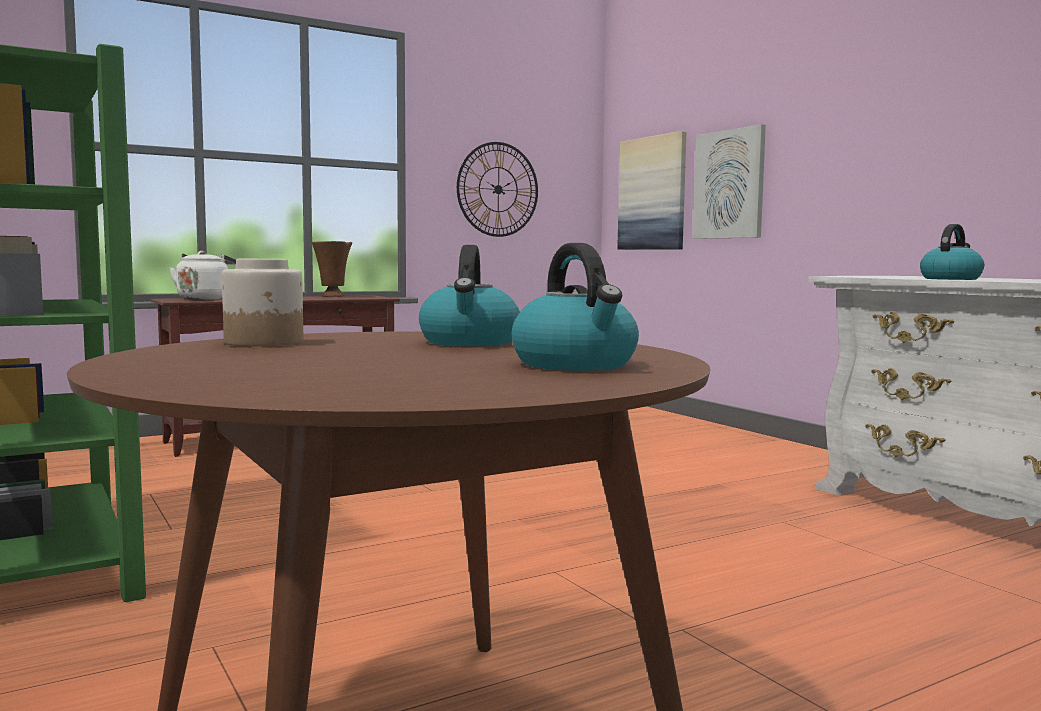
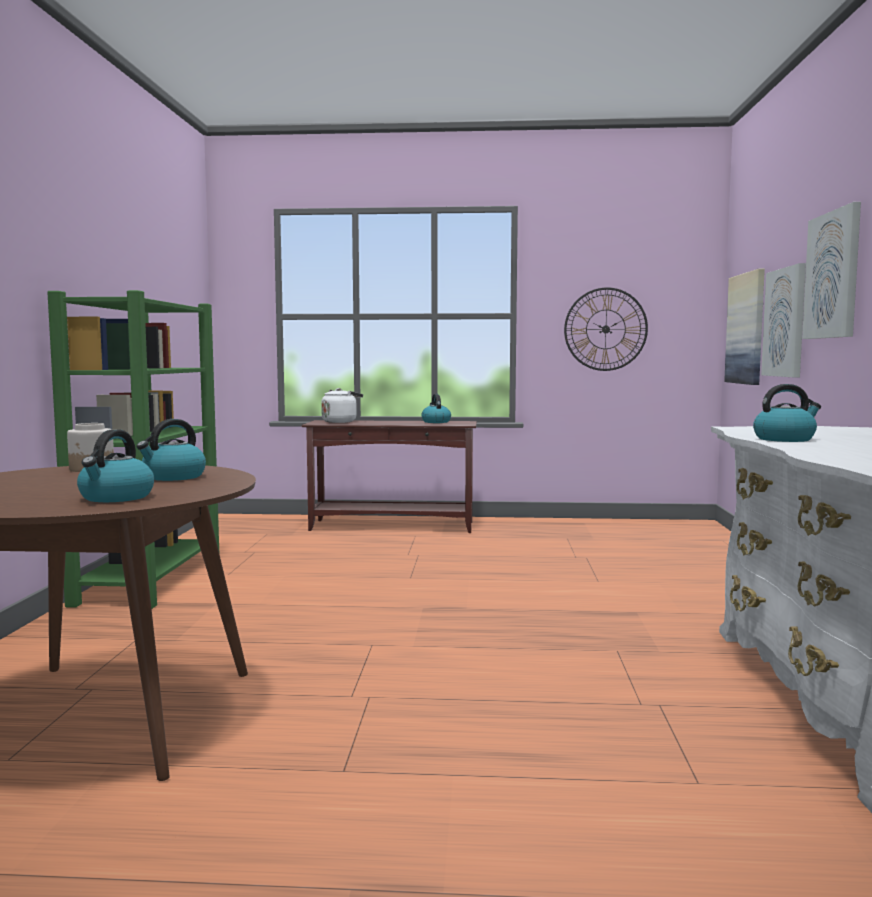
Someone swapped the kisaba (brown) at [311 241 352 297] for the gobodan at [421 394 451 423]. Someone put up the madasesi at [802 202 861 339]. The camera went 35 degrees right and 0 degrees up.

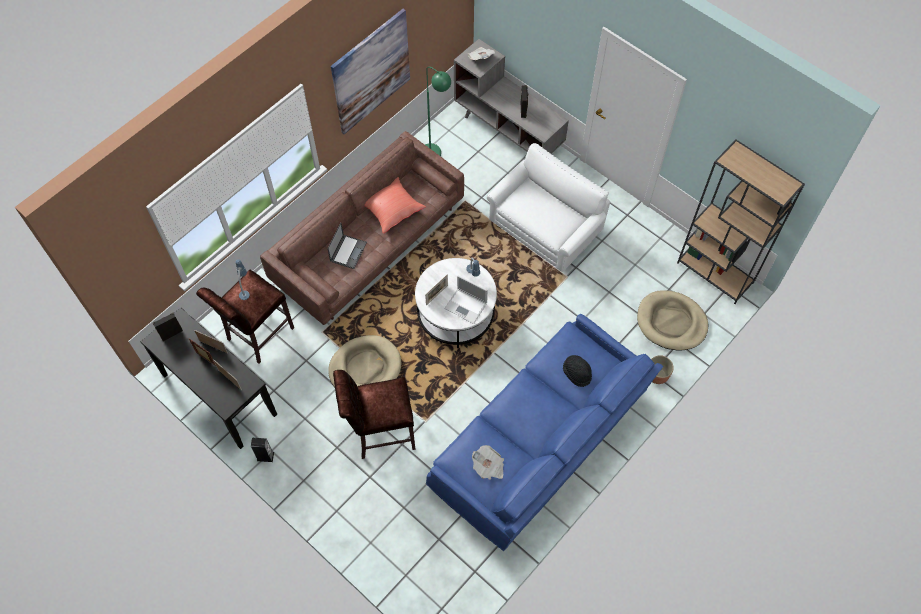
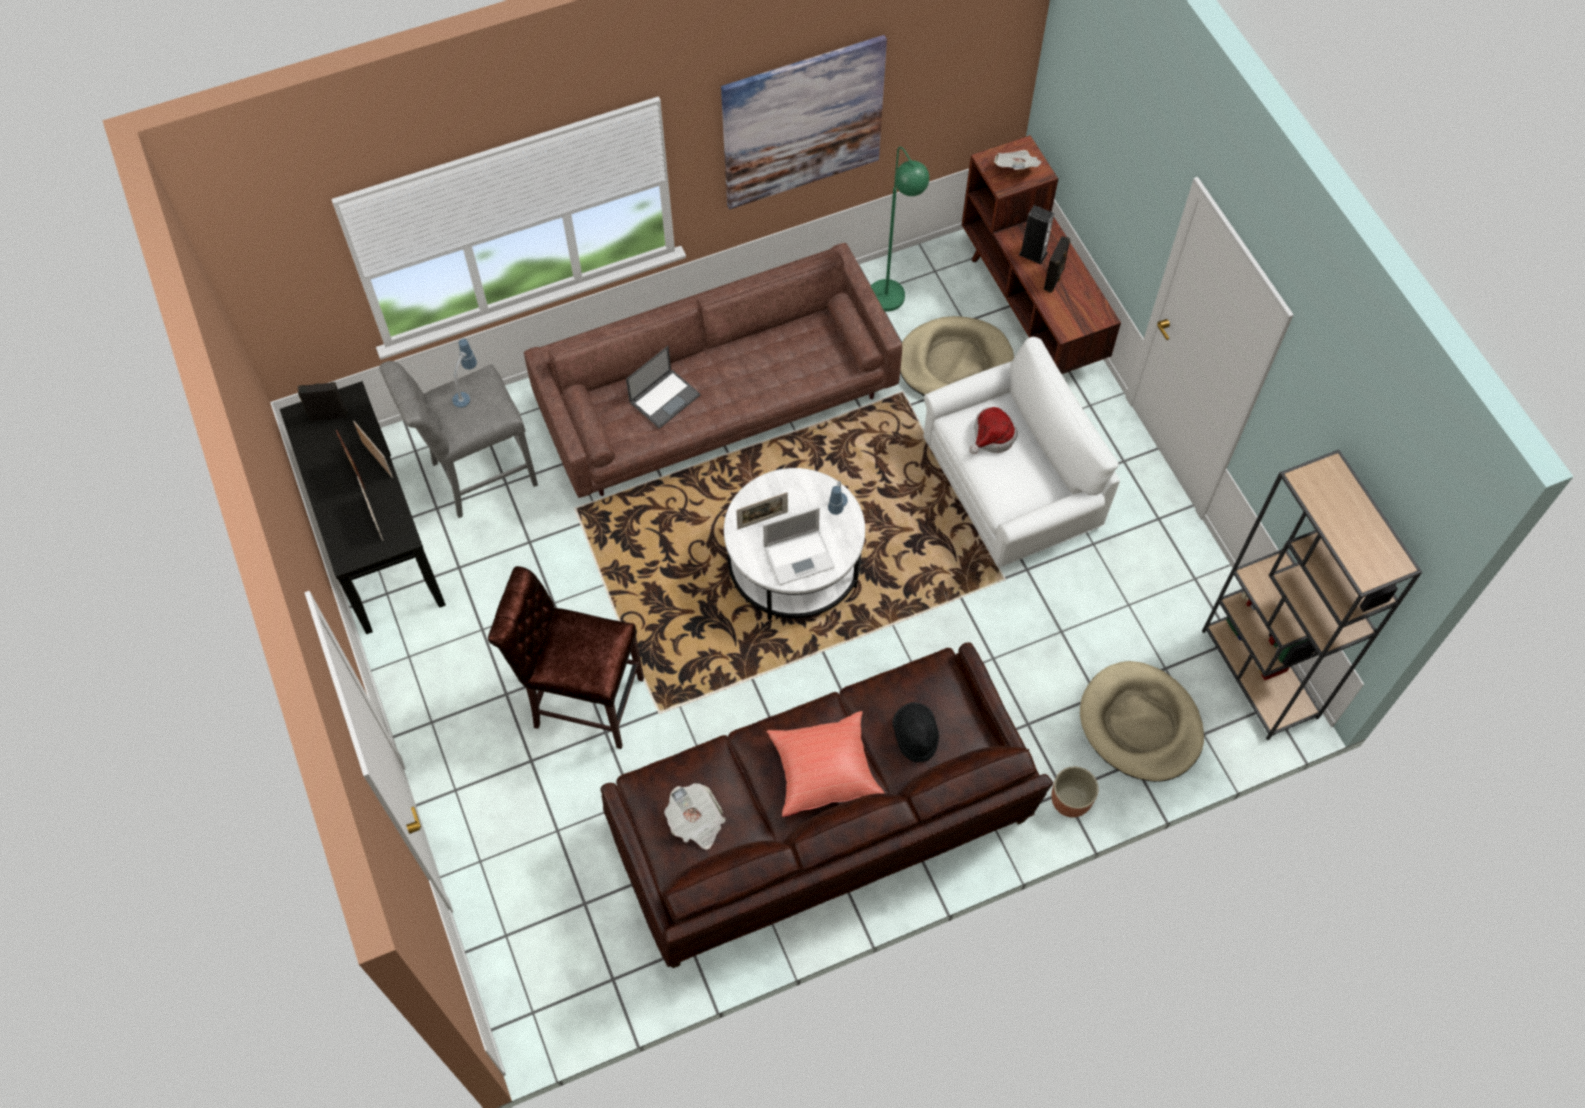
Someone repainted the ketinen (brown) at [196 269 294 364], which became the ketinen (grey) at [379 361 538 518]. Someone repainted the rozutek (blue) at [426 314 663 551], which became the rozutek (brown) at [600 642 1053 968]. Someone rotated the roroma at [444 275 488 324] by 75 degrees counterclockwise. Someone carried the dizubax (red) from [365 177 426 234] to [767 711 884 817]. Someone carried the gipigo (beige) from [328 335 401 387] to [900 316 1014 396]. Someone repainted the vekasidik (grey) at [454 39 569 154], which became the vekasidik (brown) at [962 135 1121 374]. Someone put down the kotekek at [969 407 1018 454]. Someone carried the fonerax from [251 438 274 462] to [1019 205 1054 264]. The camera went 25 degrees right and 0 degrees up.

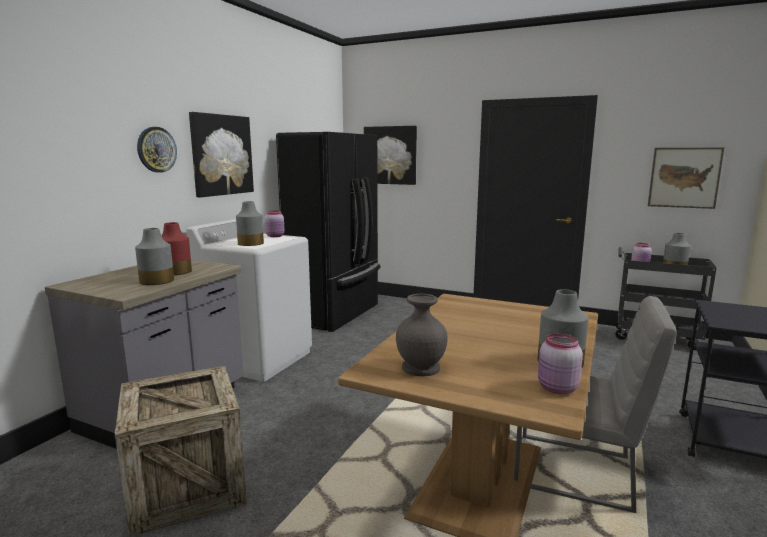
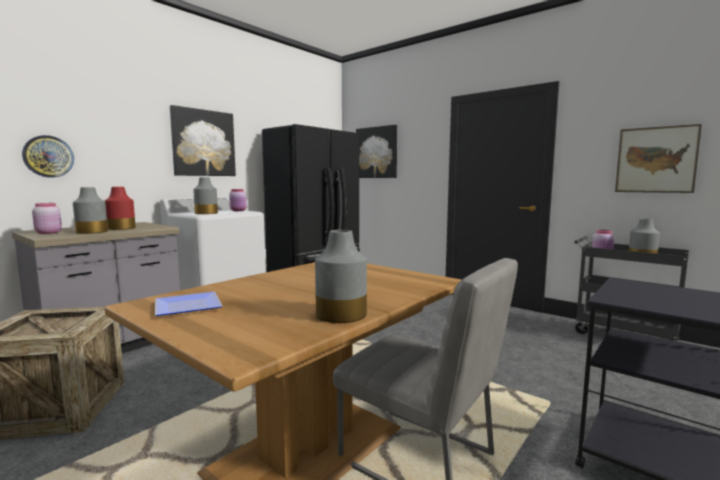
Someone carried the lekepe from [137 127 177 173] to [22 135 74 178]. Someone carried the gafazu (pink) from [538 333 583 394] to [32 203 62 234]. Someone swapped the kisaba (grey) at [396 294 448 376] for the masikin at [155 292 222 316]. The camera went 15 degrees right and 5 degrees down.

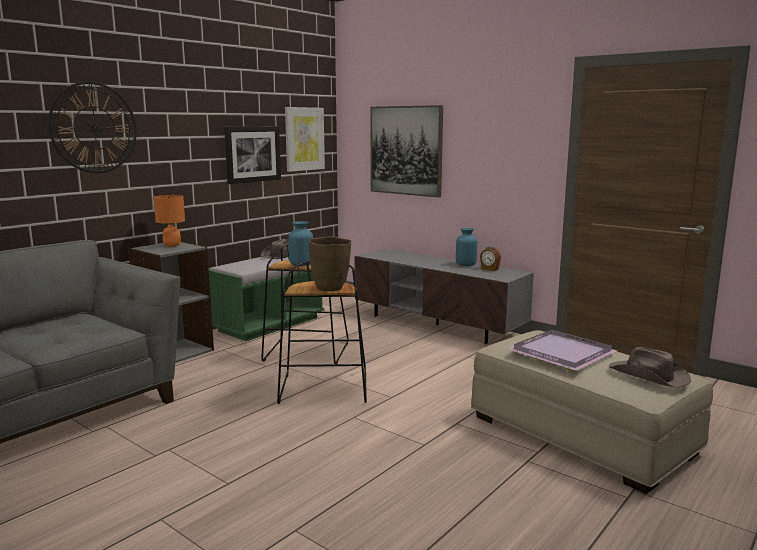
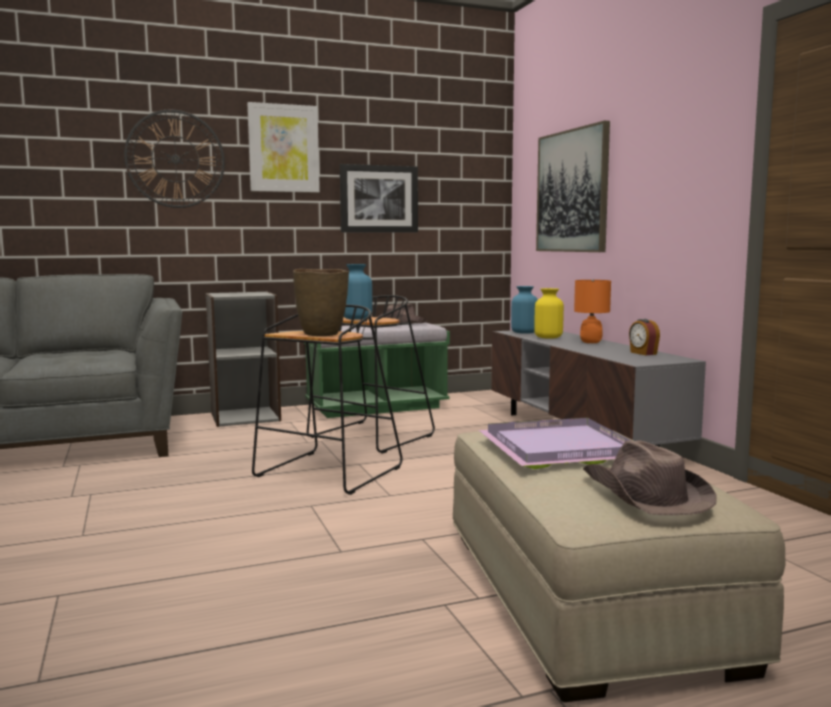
Someone carried the madasesi from [285 107 325 172] to [247 102 320 193]. Someone carried the kisaba (blue) from [456 228 477 266] to [511 286 538 334]. Someone put down the kisaba (yellow) at [534 288 564 339]. Someone carried the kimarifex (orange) from [153 195 185 247] to [574 280 611 343]. The camera went 30 degrees right and 5 degrees down.

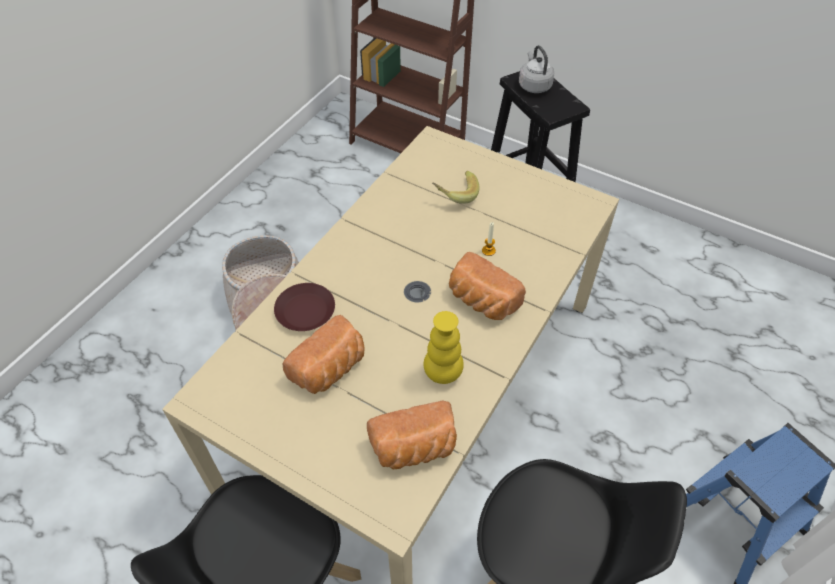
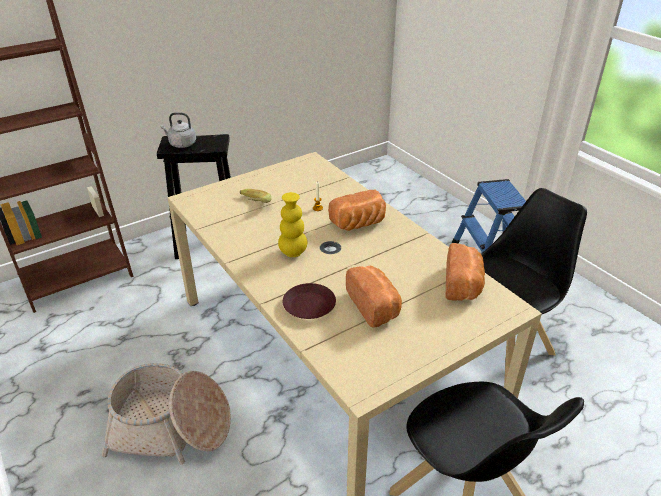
Someone carried the kisaba (yellow) from [424 311 464 384] to [278 192 307 257]. The camera went 65 degrees left and 15 degrees down.

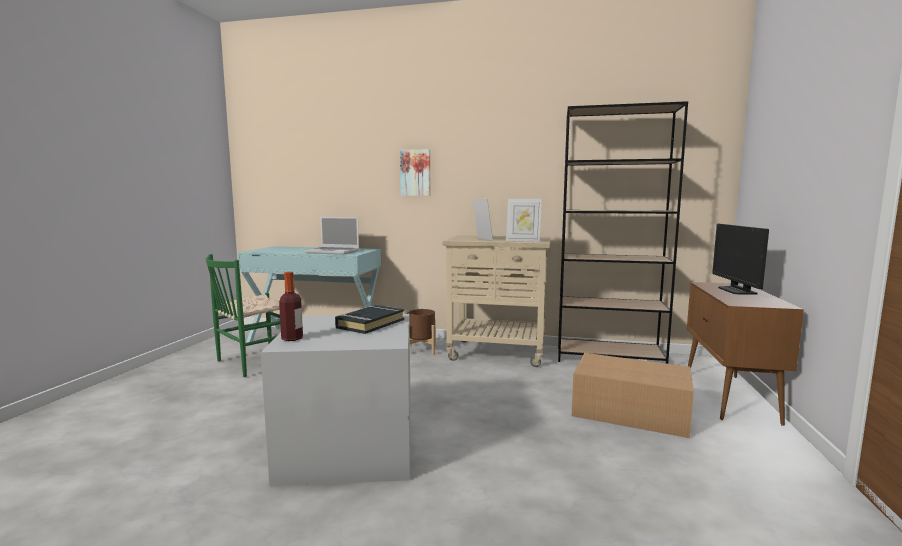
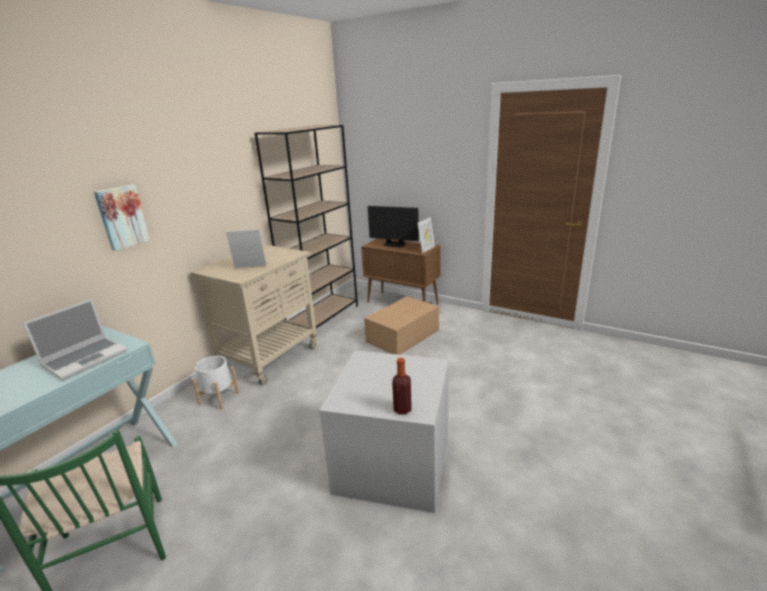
Someone repainted the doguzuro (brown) at [407 309 436 355], which became the doguzuro (white) at [192 356 240 410]. Someone carried the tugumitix from [506 199 542 242] to [418 217 435 253]. Someone took away the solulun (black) at [335 305 405 334]. The camera went 70 degrees left and 15 degrees up.

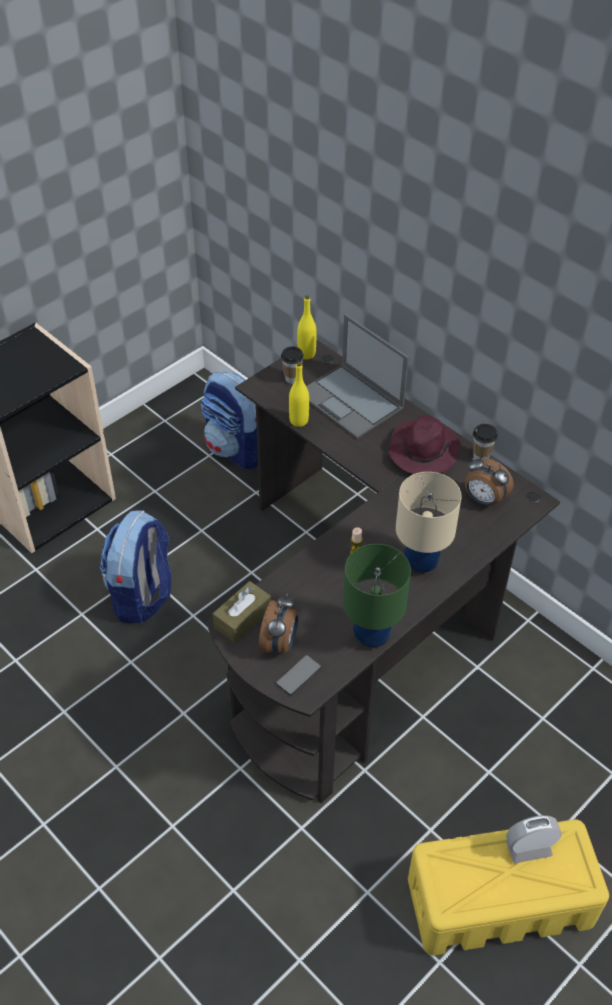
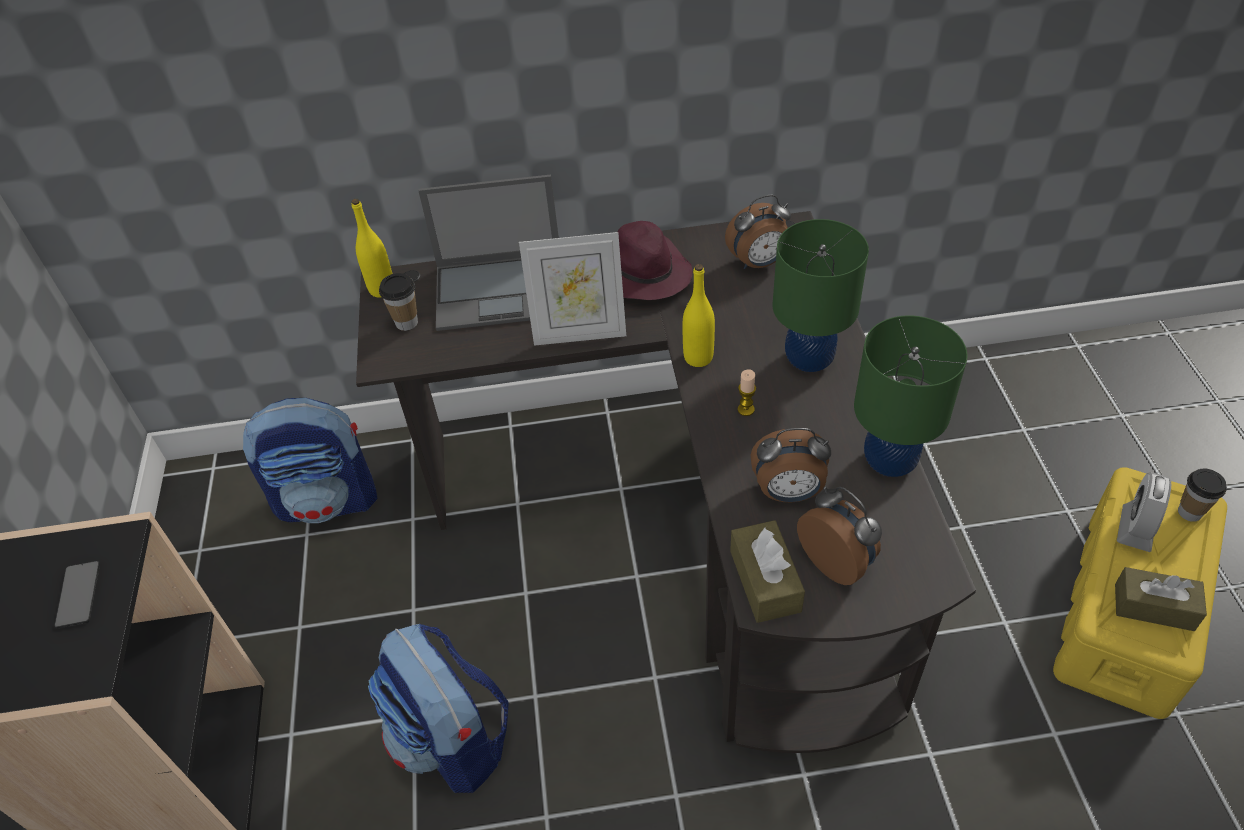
Someone carried the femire from [276 655 321 695] to [54 561 100 629]. Someone put down the tugumitix at [519 232 626 346]. Someone carried the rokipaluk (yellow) from [289 362 309 427] to [682 264 715 367]. Someone put down the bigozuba at [750 428 831 502]. Someone repainted the kimarifex (beige) at [396 472 461 573], which became the kimarifex (green) at [773 219 869 372]. Someone put down the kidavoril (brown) at [1115 567 1207 631]. Someone carried the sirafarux from [473 424 498 459] to [1178 469 1227 522]. The camera went 50 degrees left and 0 degrees up.

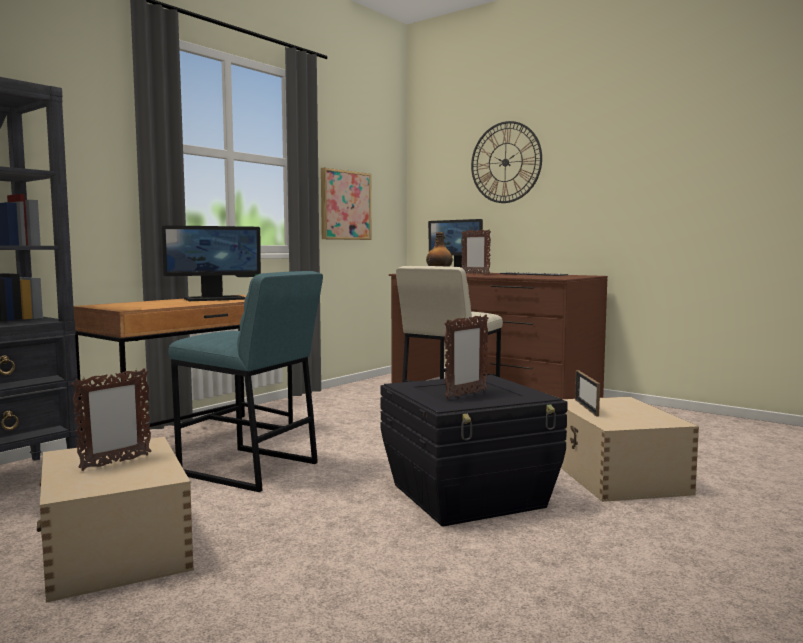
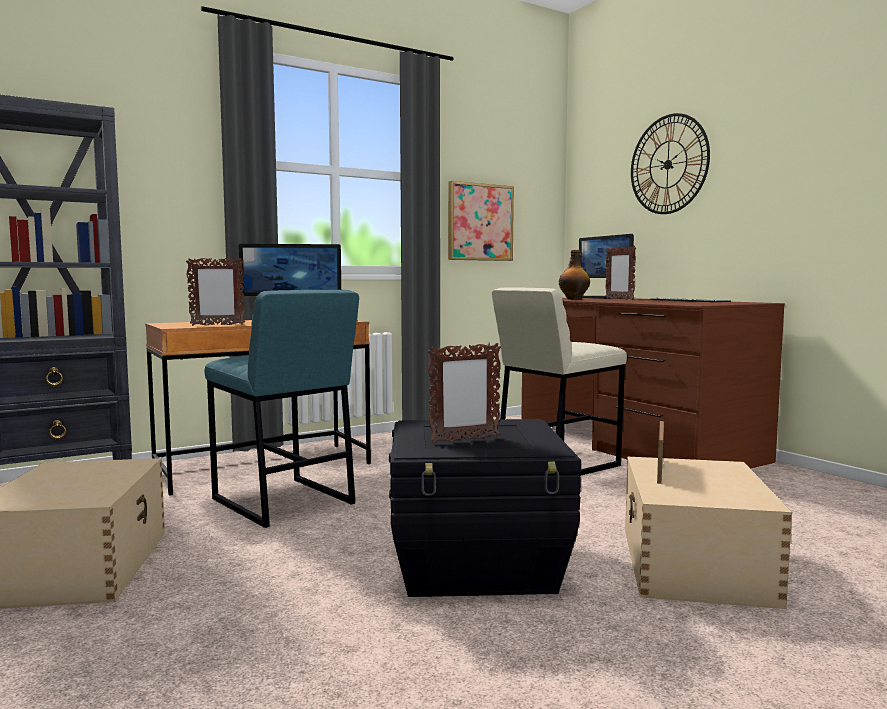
Someone carried the tugumitix from [72 368 151 471] to [186 258 245 326]. The camera went 20 degrees right and 0 degrees up.

